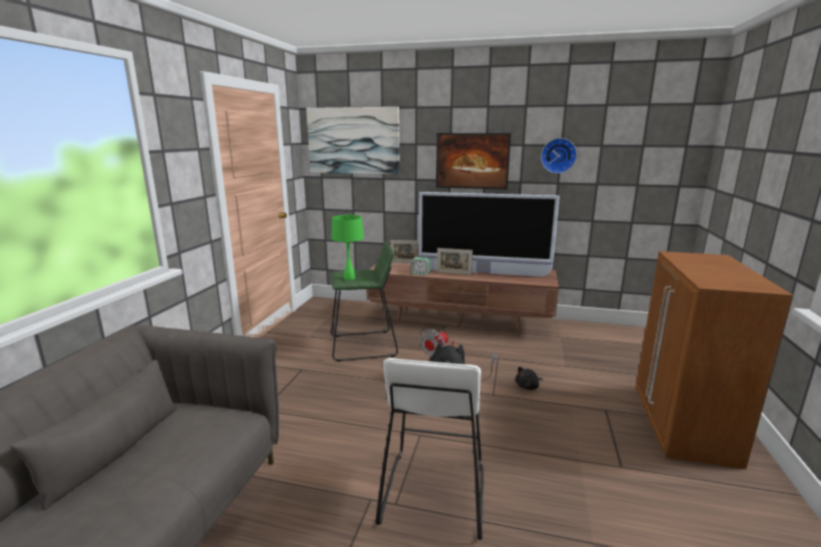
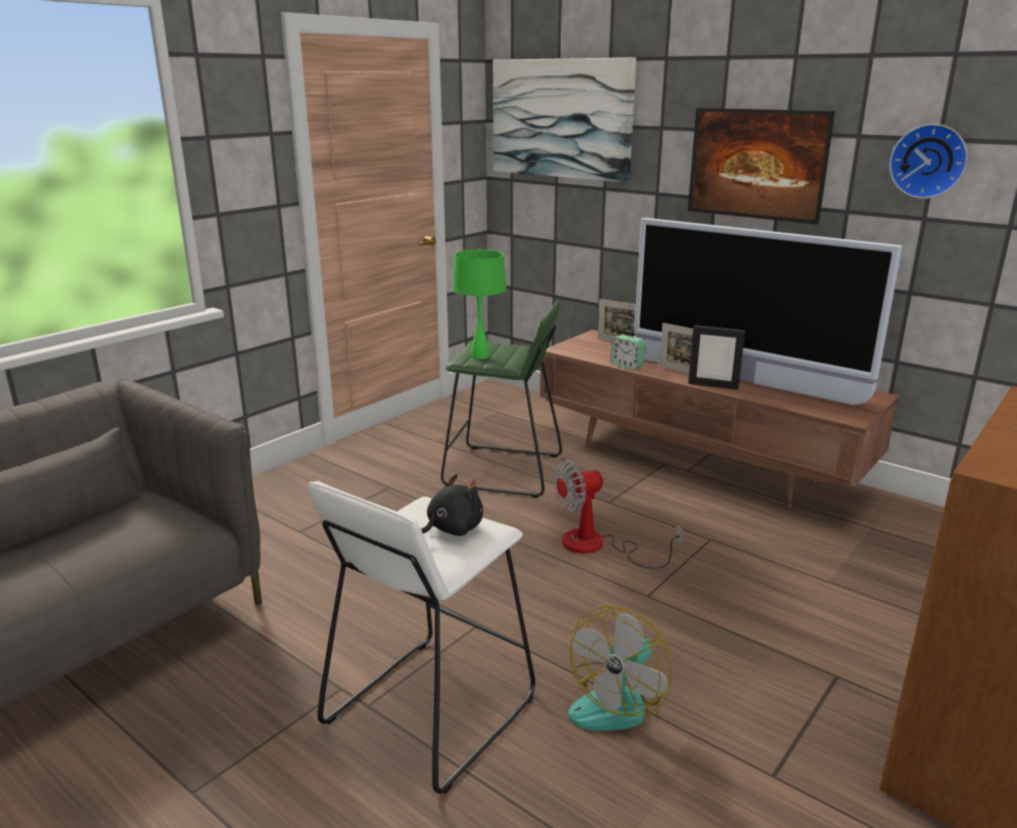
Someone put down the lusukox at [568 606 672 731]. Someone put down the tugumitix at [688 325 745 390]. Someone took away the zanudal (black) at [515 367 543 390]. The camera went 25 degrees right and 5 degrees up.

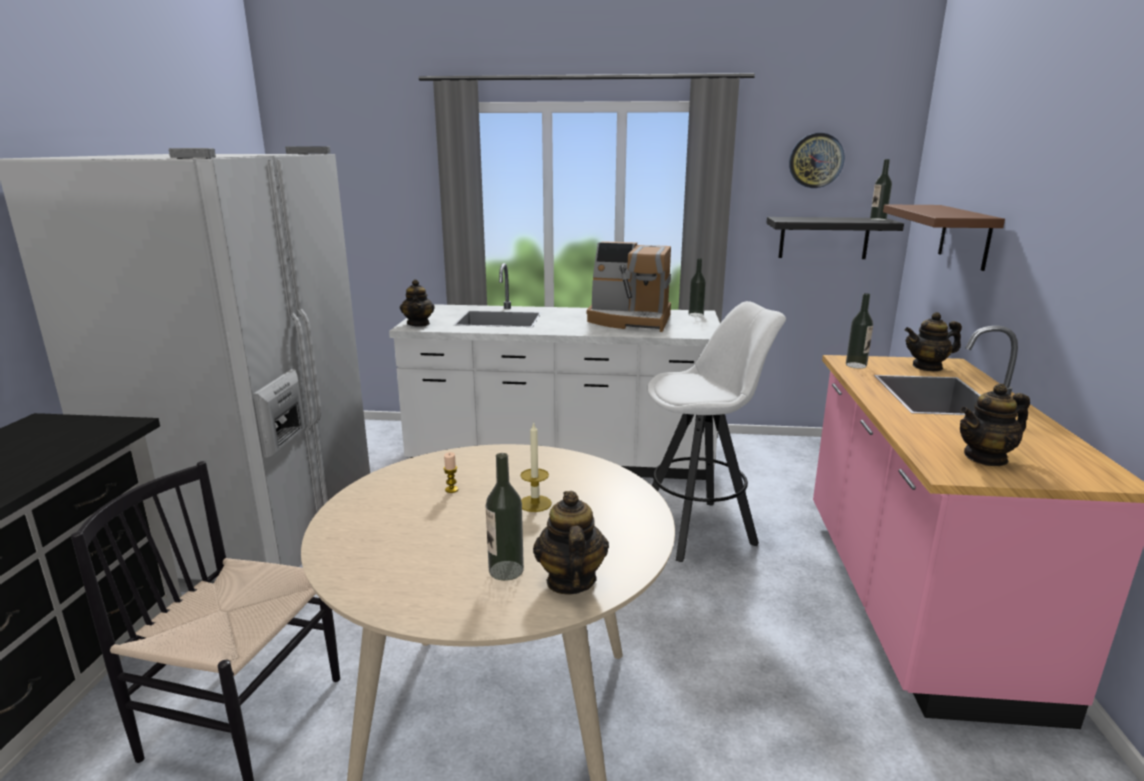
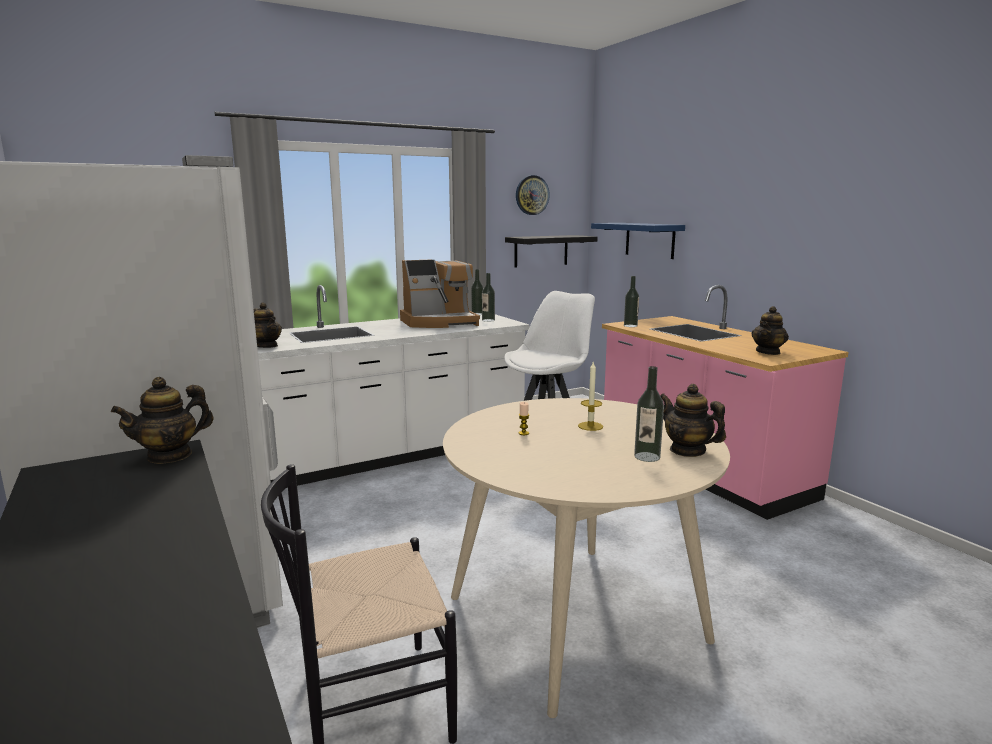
Someone carried the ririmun from [905 312 962 371] to [111 377 214 464]. Someone carried the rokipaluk from [870 159 892 220] to [482 273 495 322]. Someone repainted the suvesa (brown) at [883 204 1005 271], which became the suvesa (blue) at [591 223 685 259]. The camera went 35 degrees left and 5 degrees down.

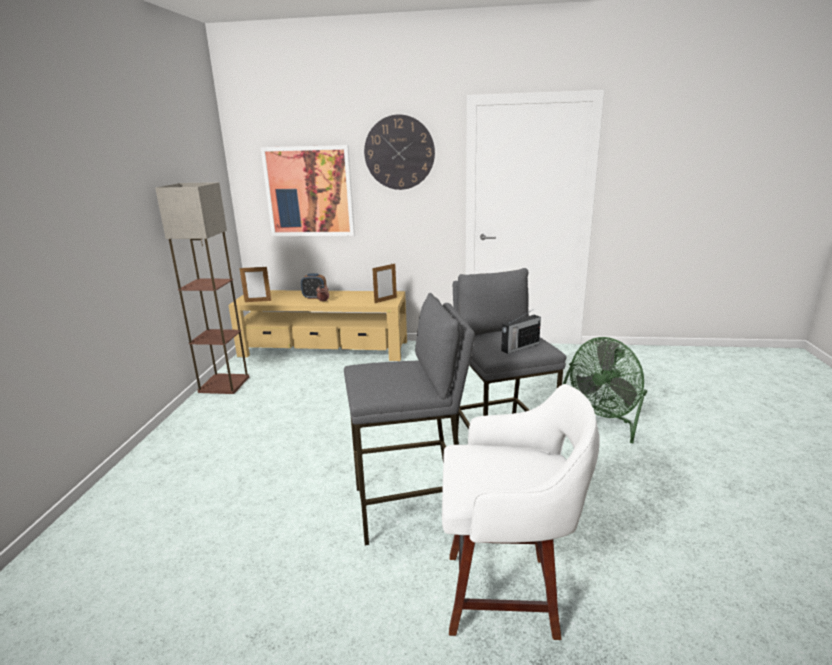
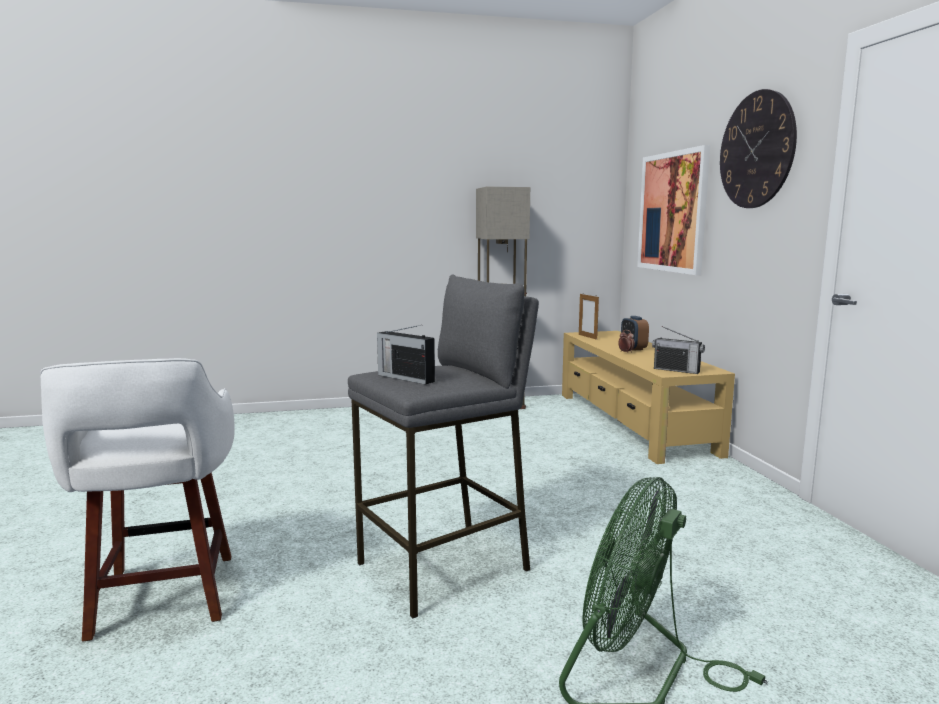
Someone swapped the tugumitix at [372 264 397 303] for the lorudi at [652 326 705 374]. Someone took away the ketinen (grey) at [344 293 475 545]. The camera went 70 degrees right and 10 degrees down.

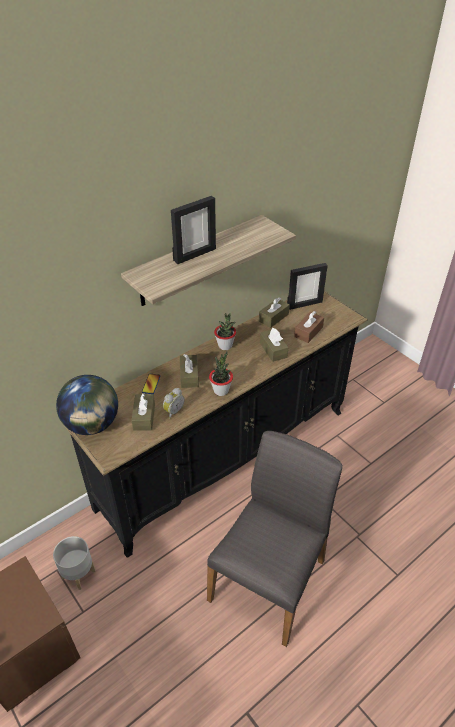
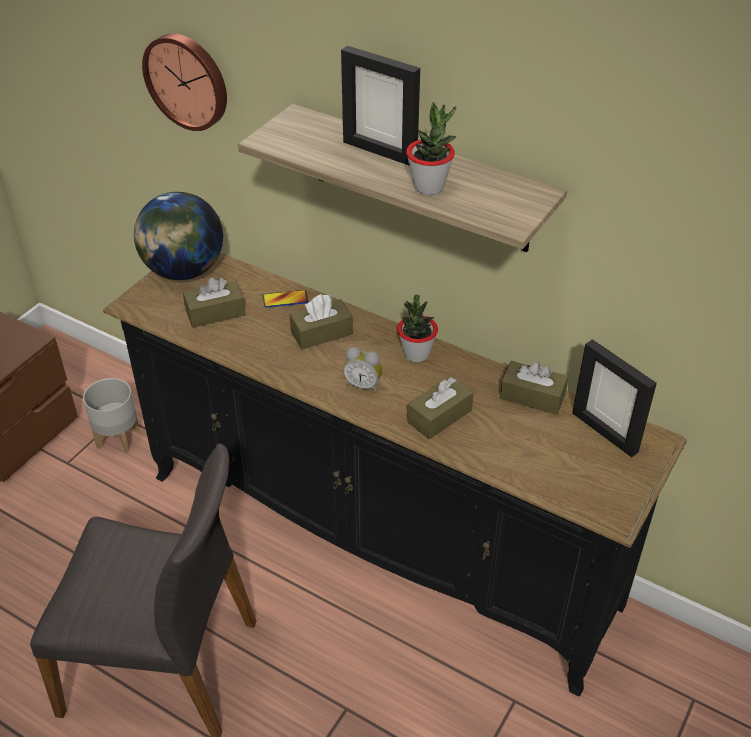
Someone put up the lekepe at [142 34 227 131]. Someone carried the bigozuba from [163 388 185 418] to [343 347 383 393]. Someone carried the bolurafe from [209 351 233 396] to [406 102 457 195]. Someone took away the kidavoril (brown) at [294 311 324 343]. The camera went 70 degrees right and 0 degrees up.

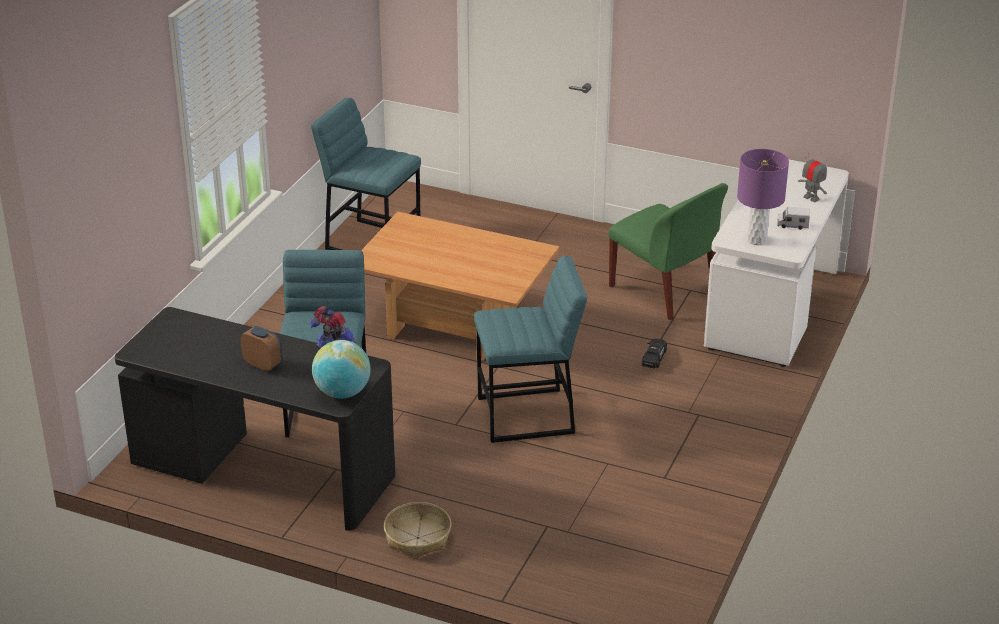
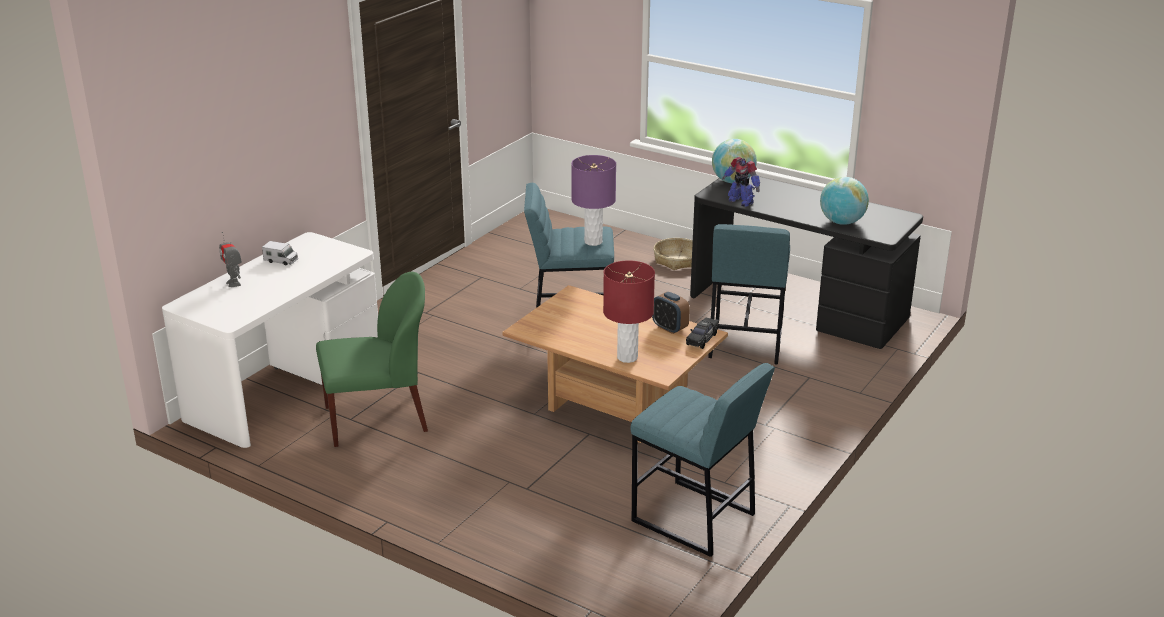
Someone rotated the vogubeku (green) at [608 183 728 320] by 105 degrees clockwise. Someone carried the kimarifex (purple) from [737 149 789 245] to [571 155 616 246]. Someone put down the kimarifex (red) at [603 260 655 363]. Someone carried the bigozuba from [240 326 283 372] to [652 292 690 334]. Someone carried the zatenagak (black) from [642 338 667 368] to [686 318 719 349]. Someone put down the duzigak at [820 177 869 225]. The camera went 170 degrees left and 5 degrees down.

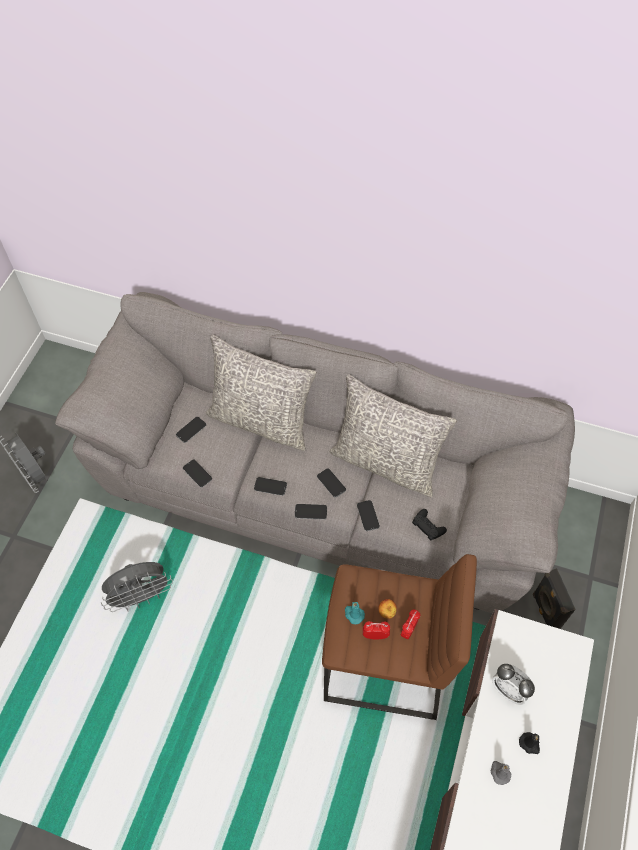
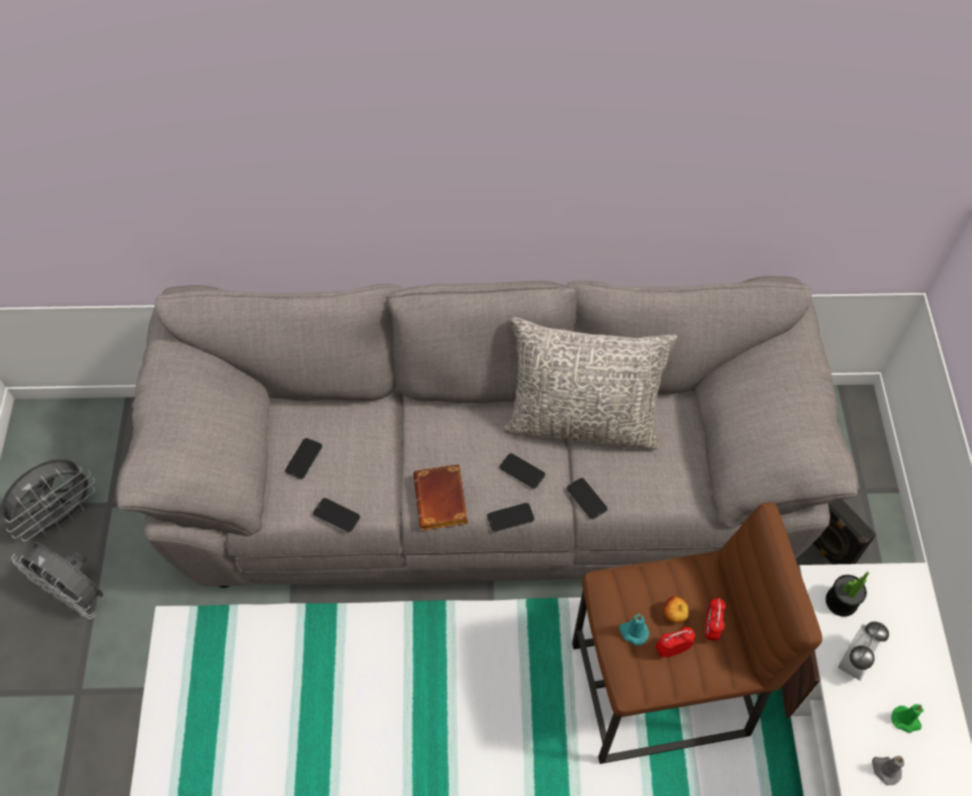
Someone carried the lusukox (grey) from [101 562 173 612] to [1 459 95 541]. Someone swapped the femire at [254 477 287 496] for the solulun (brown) at [413 464 468 530]. Someone put down the bolurafe at [826 572 869 617]. Someone rotated the bigozuba at [492 664 535 705] by 75 degrees counterclockwise. Someone repainted the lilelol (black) at [519 732 540 754], which became the lilelol (green) at [891 704 924 733]. Someone took away the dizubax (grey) at [206 335 317 451]. Someone took away the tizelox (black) at [412 509 447 541]. The camera went 20 degrees left and 0 degrees up.

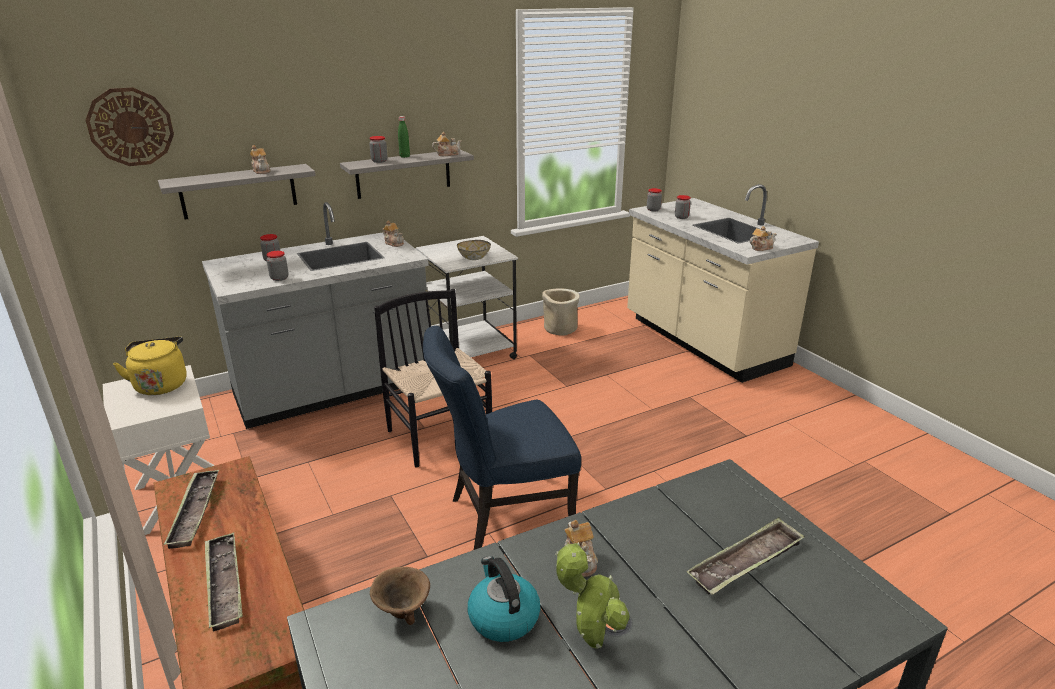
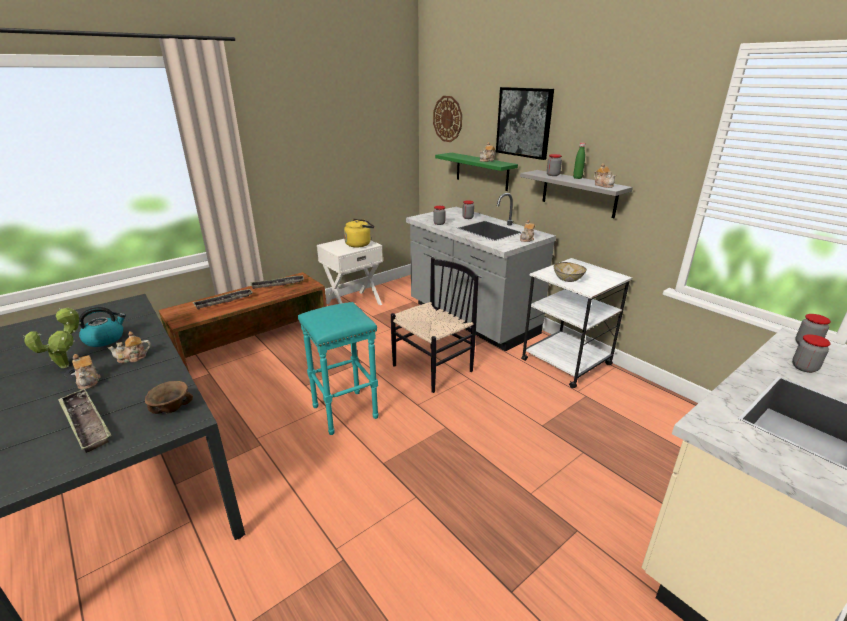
Someone carried the ririmun from [750 226 776 251] to [72 354 100 390]. Someone carried the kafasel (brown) from [370 567 430 625] to [145 381 193 414]. Someone swapped the vogubeku (blue) at [423 326 581 550] for the ketinen (turquoise) at [298 302 379 435]. Someone repainted the suvesa (grey) at [158 164 316 220], which became the suvesa (green) at [435 153 518 191]. Someone put up the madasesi at [496 87 554 160]. Someone took away the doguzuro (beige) at [542 288 580 336]. The camera went 80 degrees right and 0 degrees up.

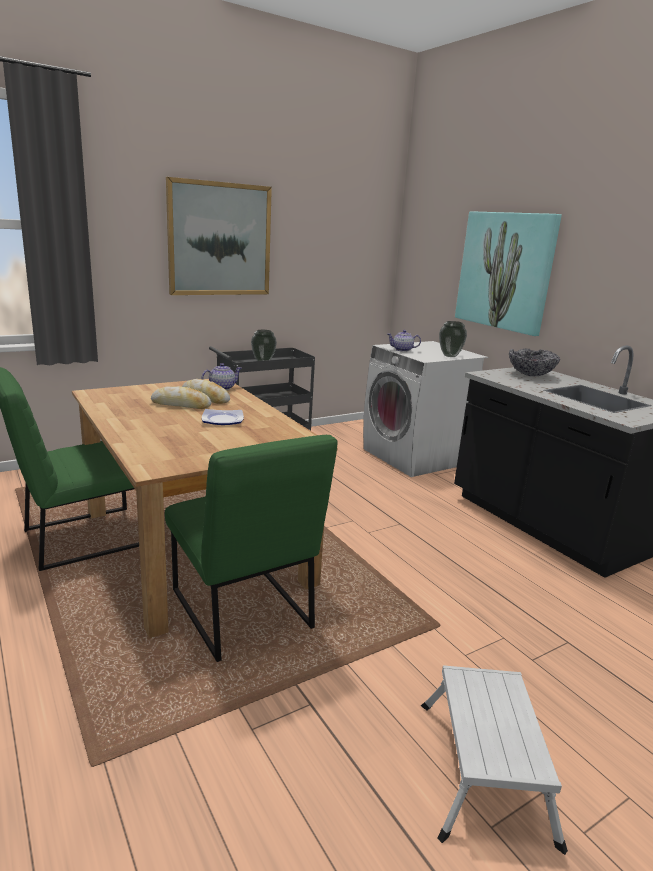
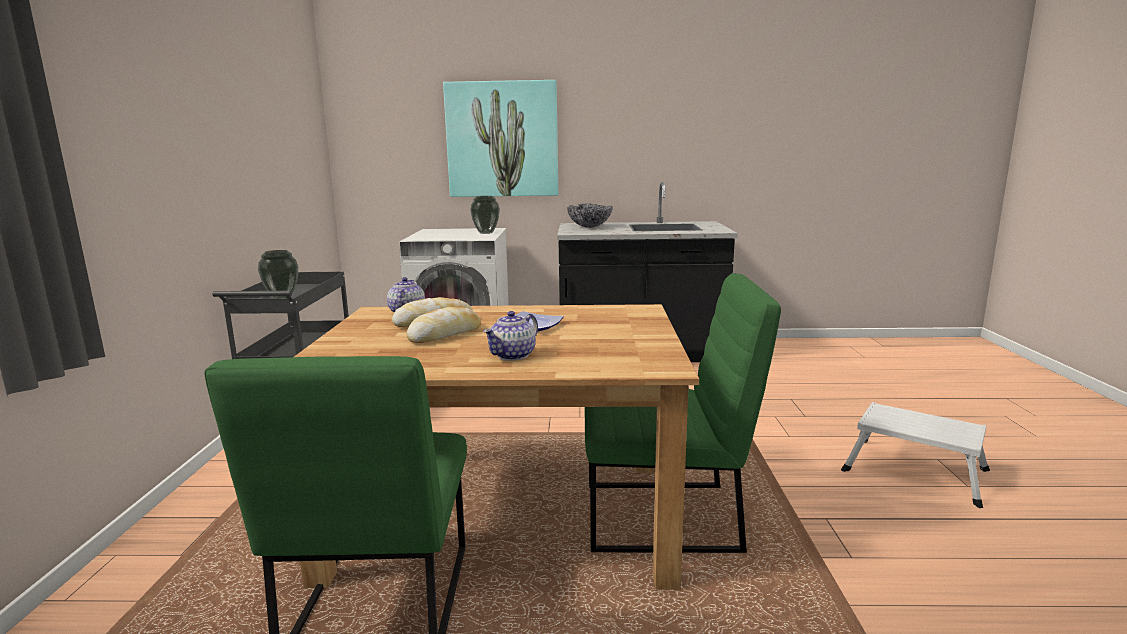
Someone carried the ririmun from [388 330 421 352] to [483 311 538 361]. Someone took away the madasesi at [166 177 272 295]. The camera went 55 degrees left and 5 degrees down.

